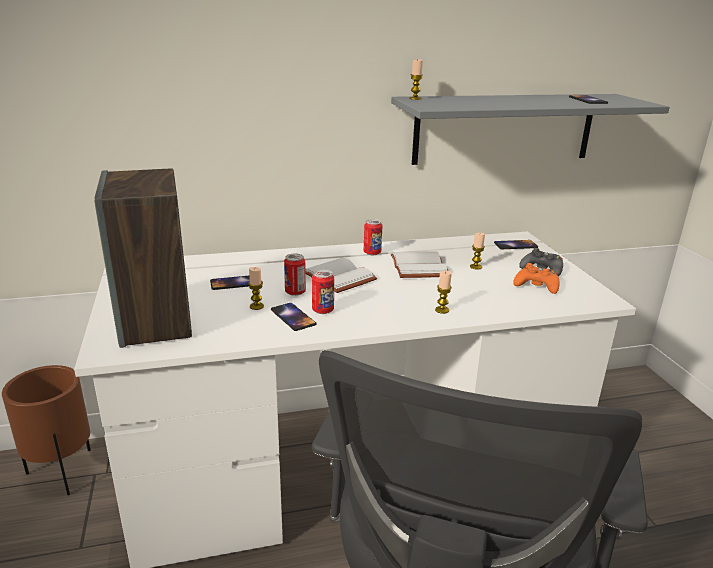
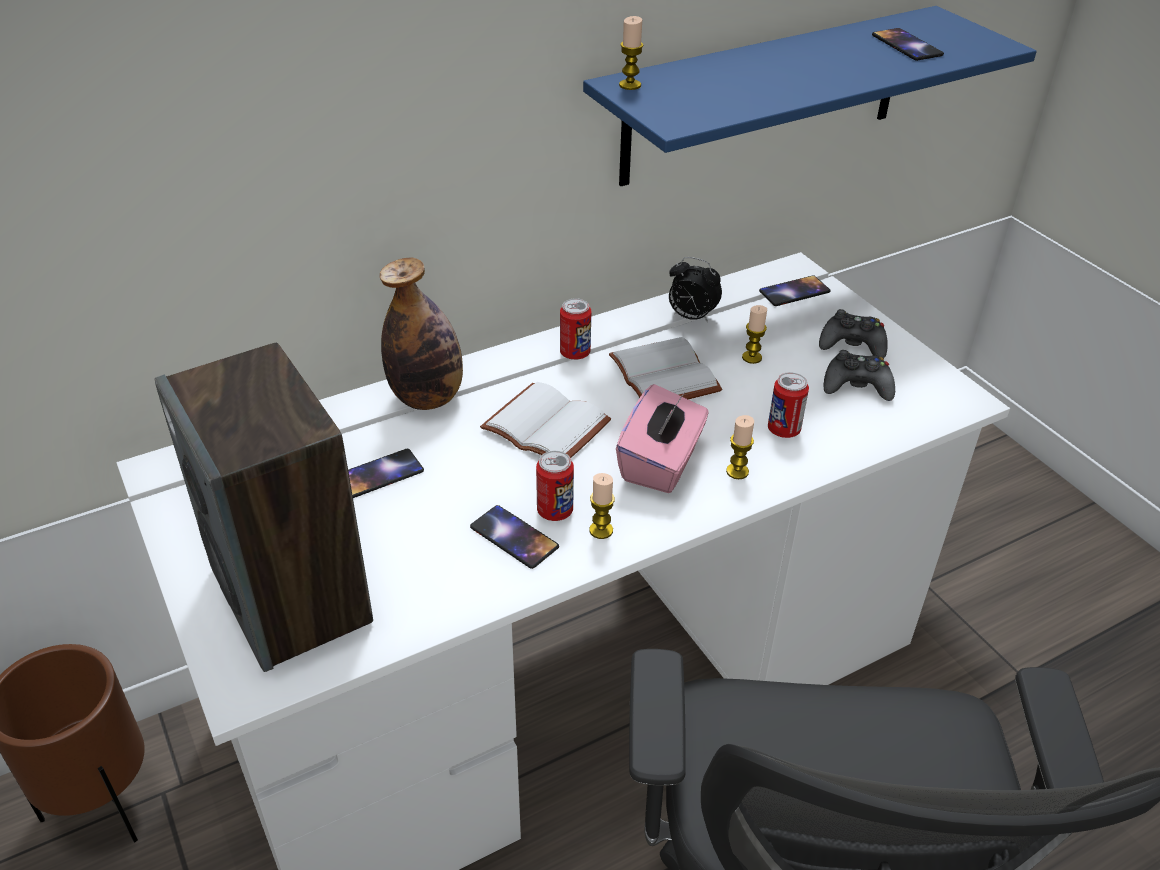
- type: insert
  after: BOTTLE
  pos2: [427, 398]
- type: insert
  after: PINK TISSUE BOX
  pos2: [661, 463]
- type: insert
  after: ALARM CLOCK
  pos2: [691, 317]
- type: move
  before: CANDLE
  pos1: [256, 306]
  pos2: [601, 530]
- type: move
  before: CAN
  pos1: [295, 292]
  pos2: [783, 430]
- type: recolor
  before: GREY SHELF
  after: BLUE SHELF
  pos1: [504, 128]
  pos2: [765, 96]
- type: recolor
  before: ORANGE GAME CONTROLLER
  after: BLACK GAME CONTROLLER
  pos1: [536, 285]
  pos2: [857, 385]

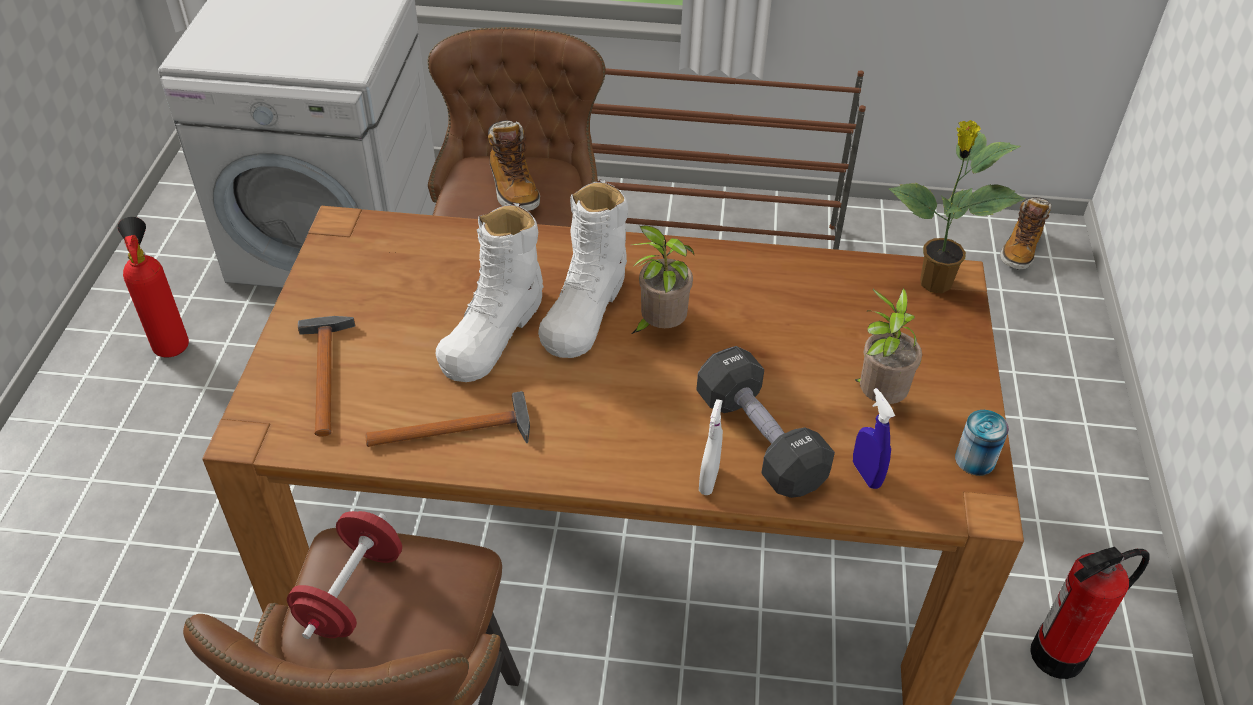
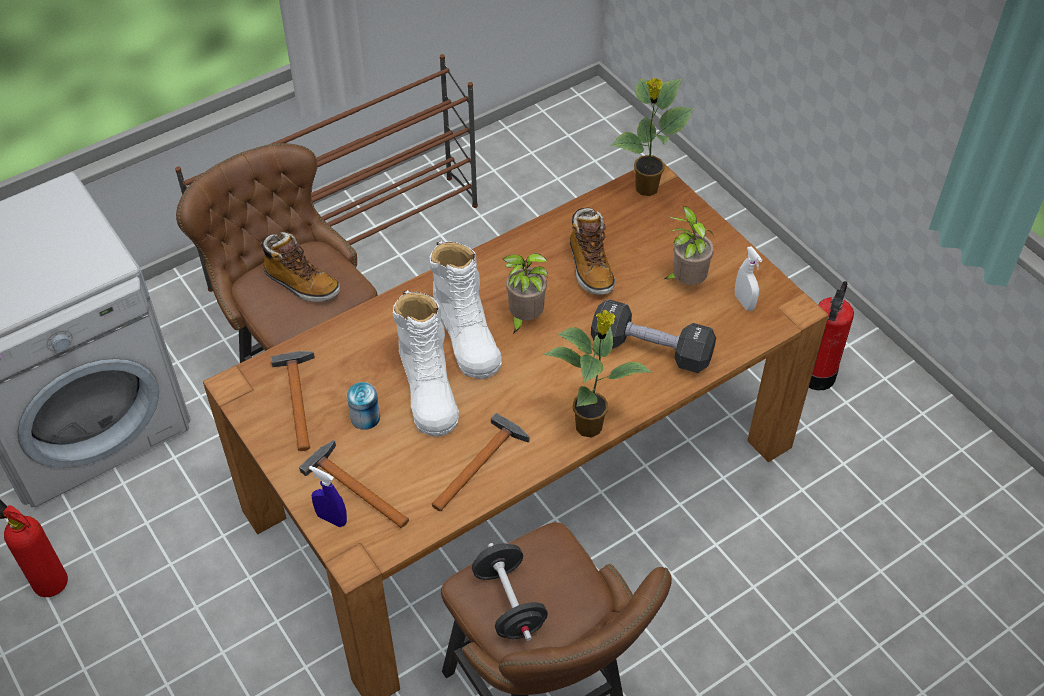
- type: insert
  after: HAMMER
  pos2: [298, 397]
- type: insert
  after: POTTED PLANT
  pos2: [590, 425]
- type: move
  before: WHITE SPRAY BOTTLE
  pos1: [708, 480]
  pos2: [744, 302]
- type: move
  before: BLUE SPRAY BOTTLE
  pos1: [866, 474]
  pos2: [331, 519]
- type: move
  before: CAN
  pos1: [975, 459]
  pos2: [365, 417]
- type: move
  before: BOOT
  pos1: [1020, 249]
  pos2: [590, 267]
- type: recolor
  before: RED DUMBBELL
  after: BLACK DUMBBELL
  pos1: [351, 593]
  pos2: [509, 603]

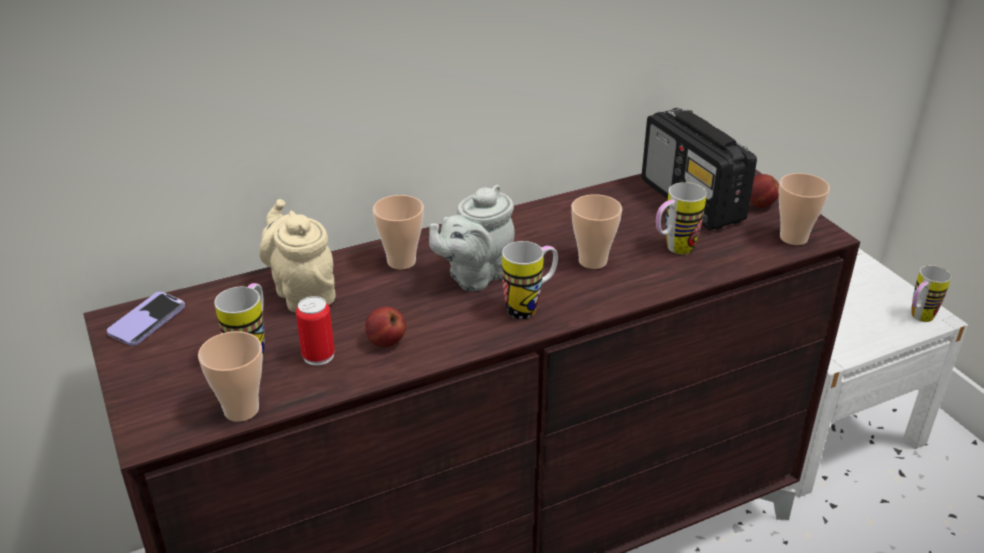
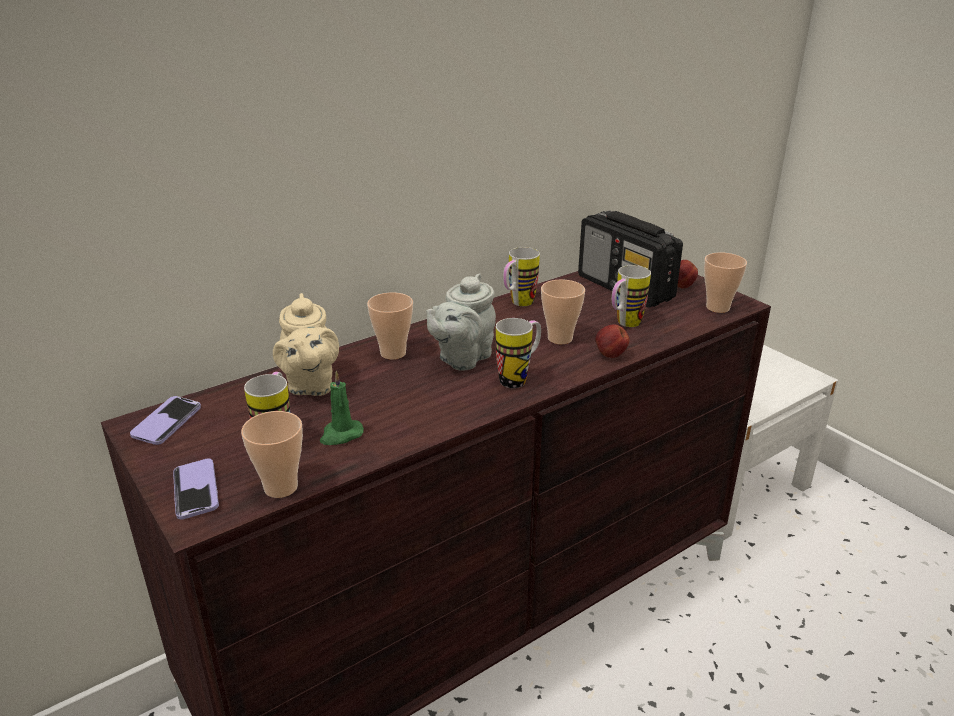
- type: insert
  after: PHONE
  pos2: [196, 490]
- type: move
  before: APPLE
  pos1: [385, 342]
  pos2: [610, 355]
- type: move
  before: MUG
  pos1: [918, 318]
  pos2: [518, 304]
- type: replace
  before: CAN
  after: GREEN CANDLE
  pos1: [318, 355]
  pos2: [340, 435]
- type: rotate
  before: BEIGE TEAPOT
  pos1: [303, 292]
  pos2: [310, 385]
  turn: -150

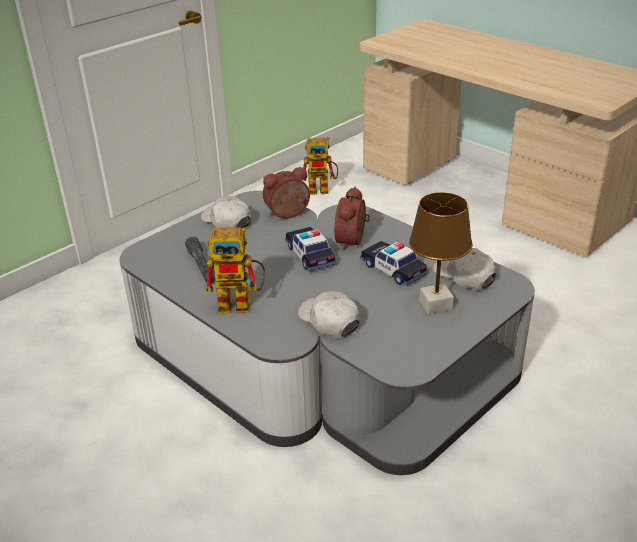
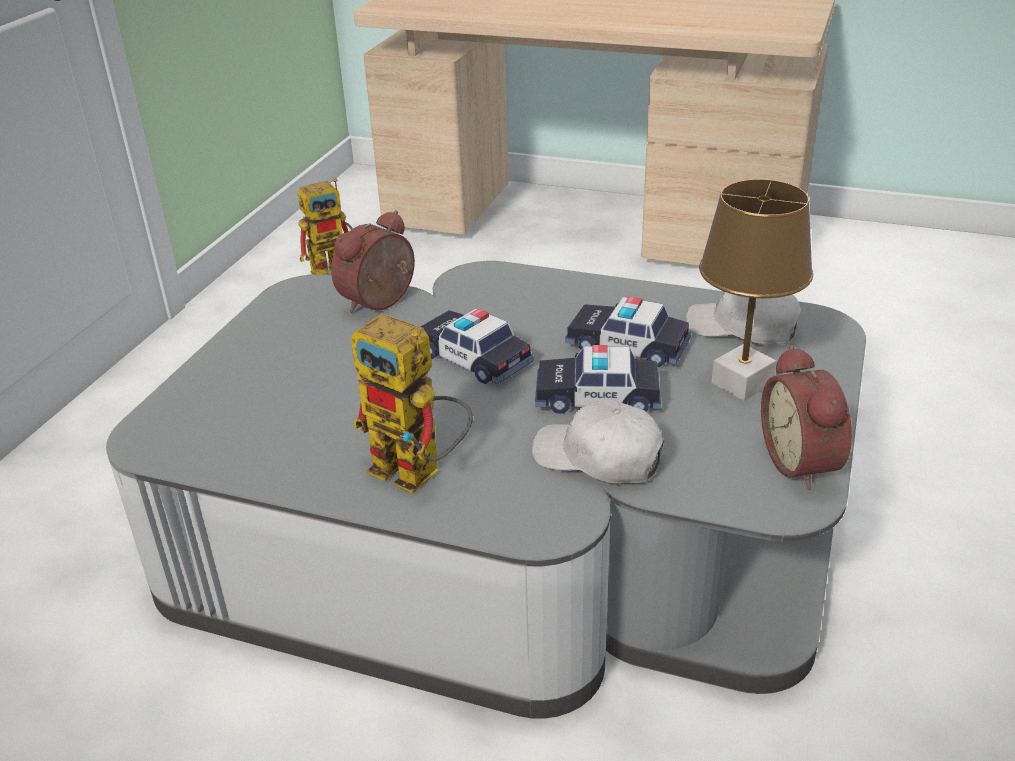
- type: delete
  before: GREY FLASHLIGHT
  pos1: [201, 267]
- type: delete
  before: WHITE CAP
  pos1: [226, 221]
- type: insert
  after: TOY CAR
  pos2: [597, 397]
- type: move
  before: ALARM CLOCK
  pos1: [353, 241]
  pos2: [804, 462]
- type: rotate
  before: TOY ROBOT
  pos1: [242, 303]
  pos2: [419, 473]
  turn: 60

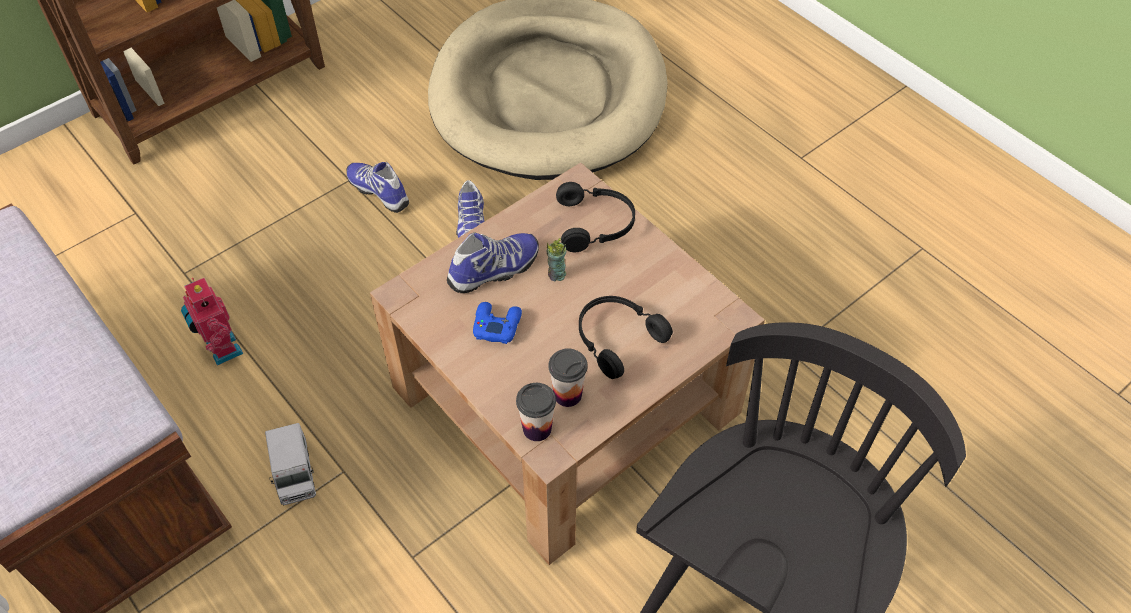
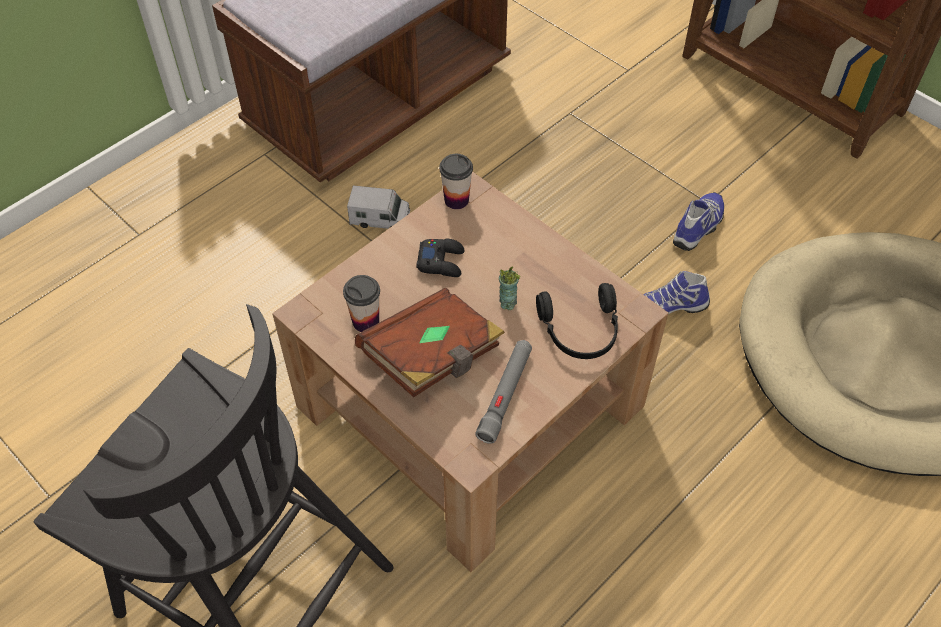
- type: delete
  before: TOY ROBOT
  pos1: [222, 349]
- type: delete
  before: SHOE
  pos1: [495, 271]
- type: insert
  after: GREY FLASHLIGHT
  pos2: [505, 394]
- type: move
  before: CUP
  pos1: [537, 428]
  pos2: [456, 200]
- type: replace
  before: BLACK HEADPHONES
  after: BROWN BOOK
  pos1: [616, 338]
  pos2: [433, 356]
- type: recolor
  before: BLUE GAME CONTROLLER
  after: BLACK GAME CONTROLLER
  pos1: [496, 325]
  pos2: [441, 261]
- type: rotate
  before: TOY TRUCK
  pos1: [294, 473]
  pos2: [380, 219]
  turn: -150

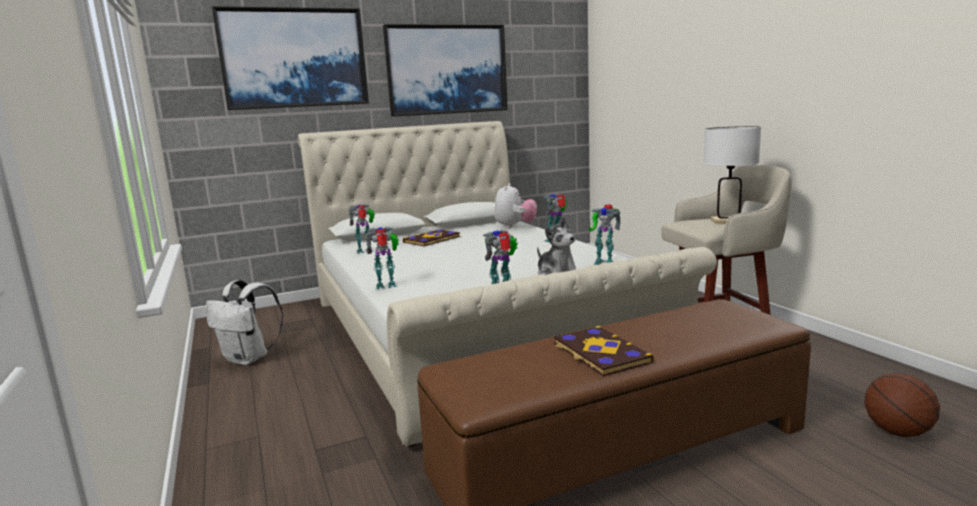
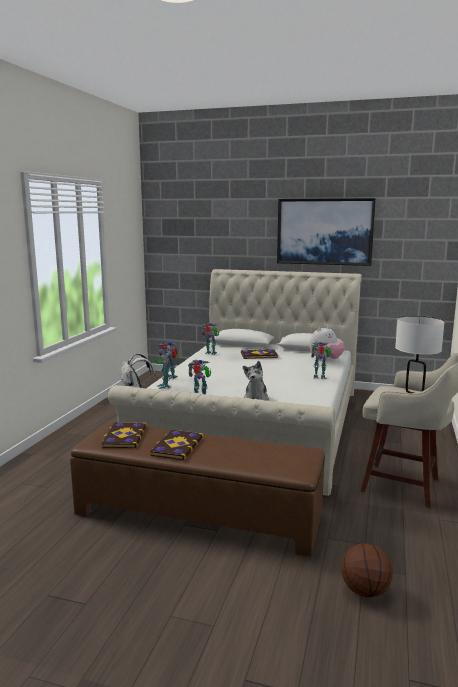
- type: delete
  before: PICTURE
  pos1: [294, 58]
- type: insert
  after: BOOK
  pos2: [124, 437]
- type: move
  before: TOY ROBOT
  pos1: [603, 262]
  pos2: [165, 386]

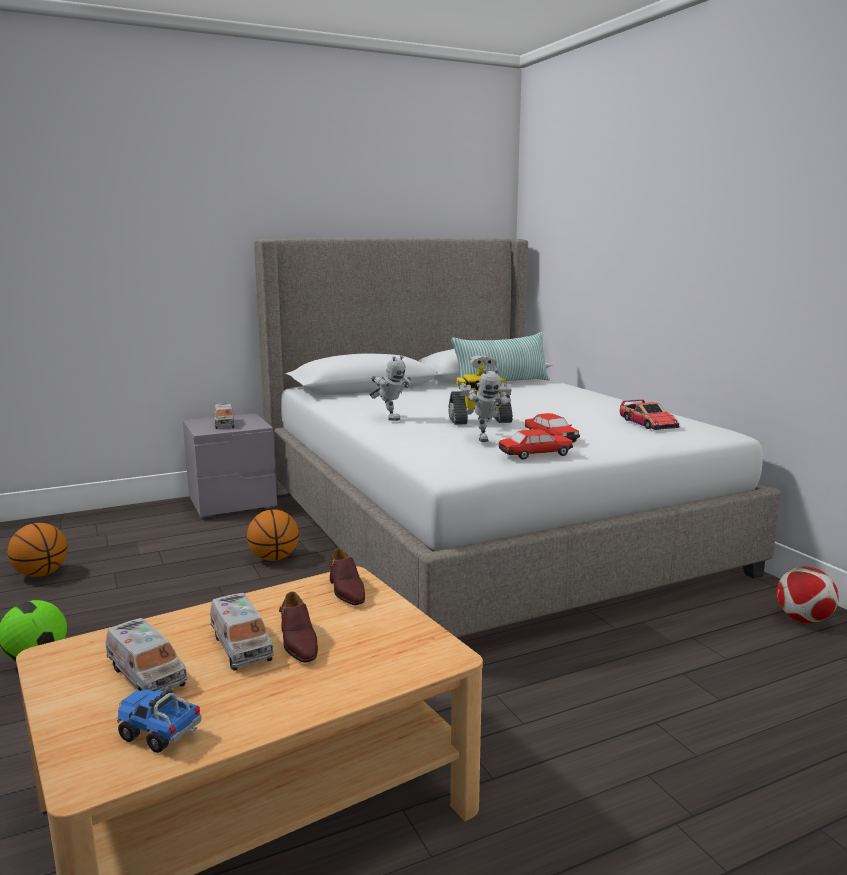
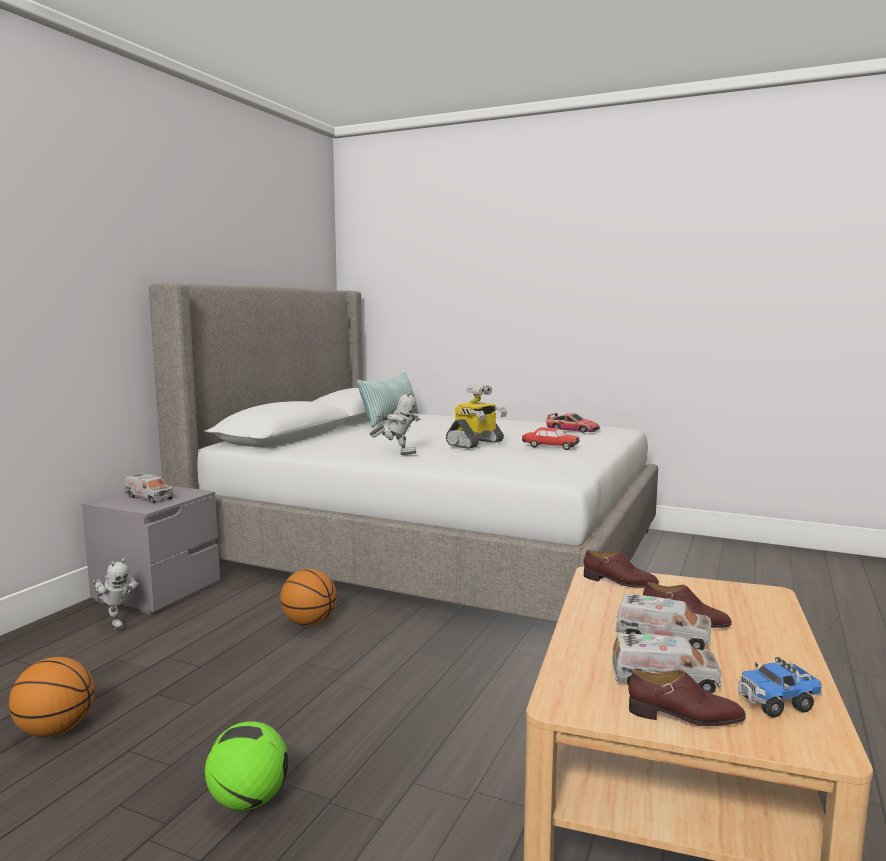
- type: delete
  before: TOY CAR
  pos1: [535, 454]
- type: delete
  before: FOOTBALL
  pos1: [803, 619]
- type: insert
  after: BROWN SHOE
  pos2: [685, 716]
- type: move
  before: TOY ROBOT
  pos1: [485, 438]
  pos2: [116, 622]

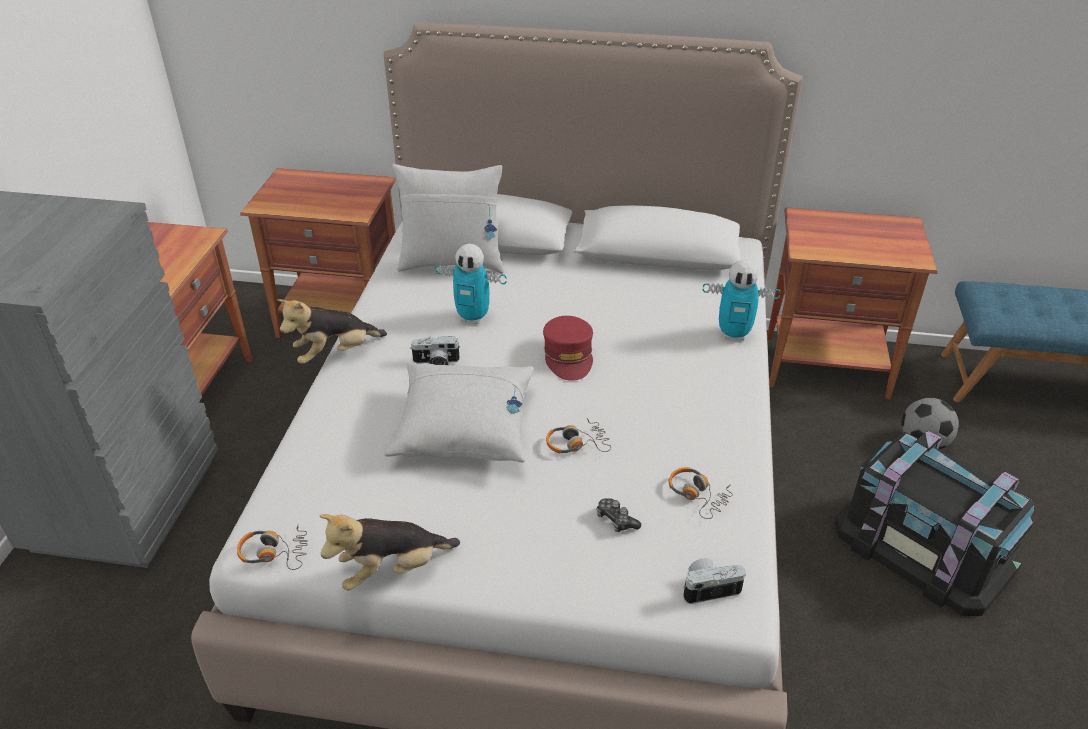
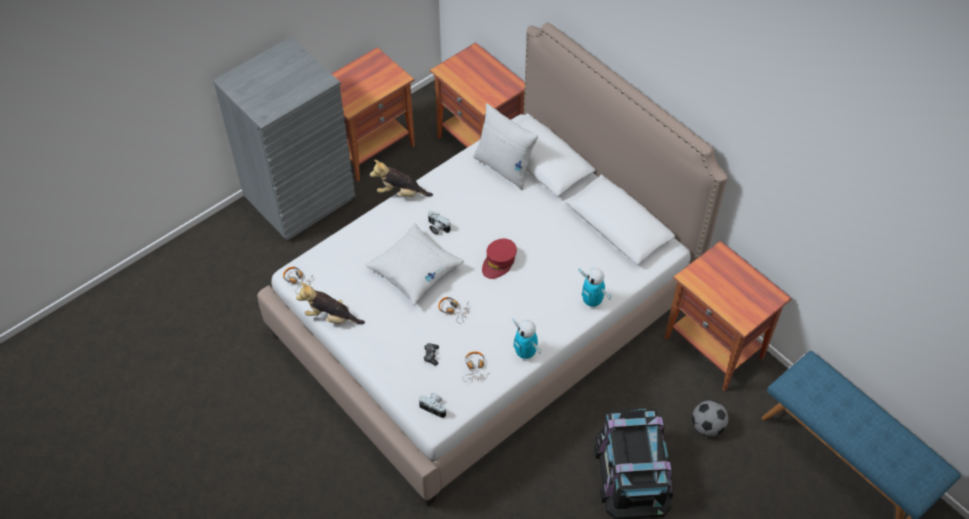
- type: move
  before: TOY ROBOT
  pos1: [473, 317]
  pos2: [525, 353]

